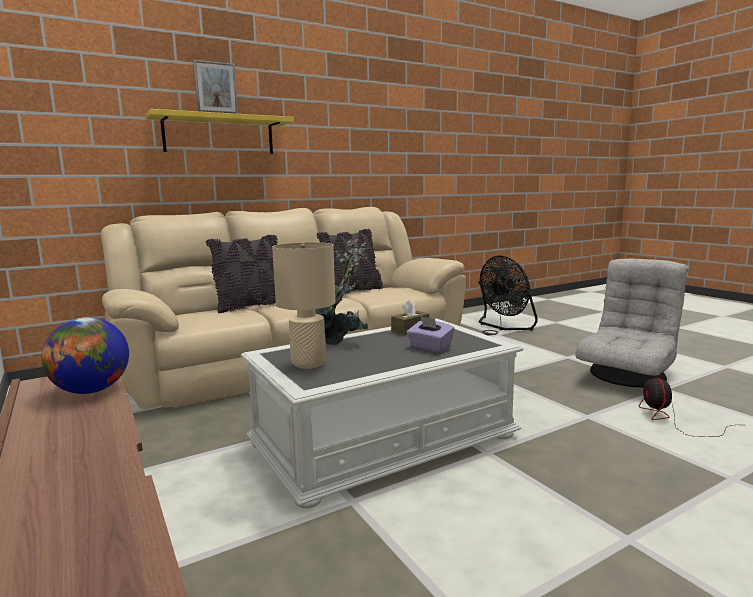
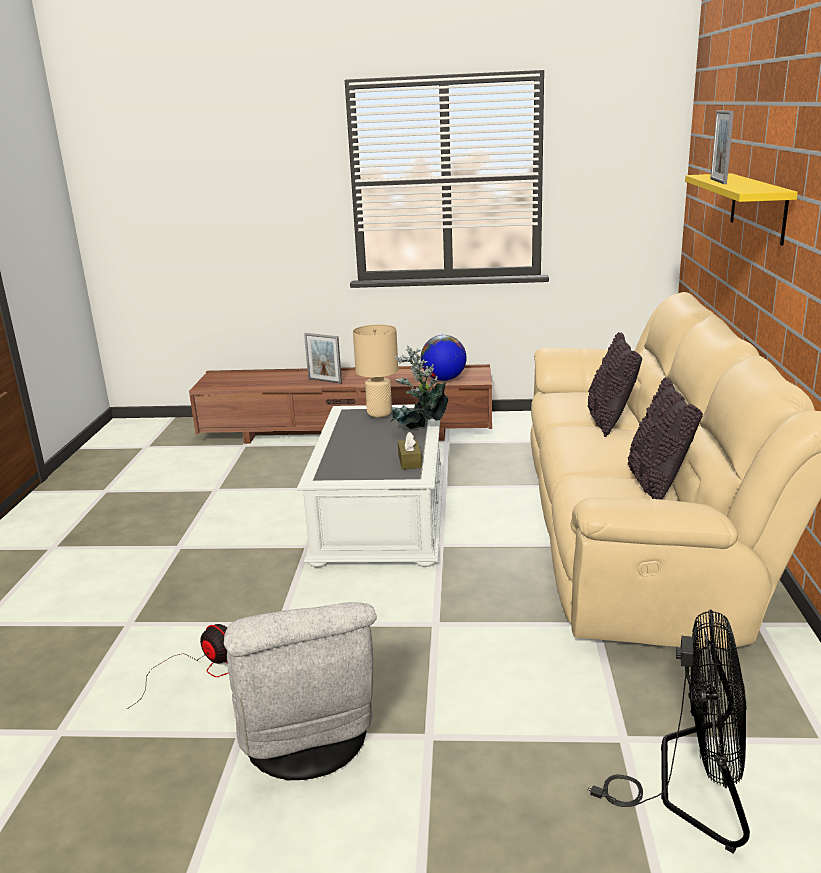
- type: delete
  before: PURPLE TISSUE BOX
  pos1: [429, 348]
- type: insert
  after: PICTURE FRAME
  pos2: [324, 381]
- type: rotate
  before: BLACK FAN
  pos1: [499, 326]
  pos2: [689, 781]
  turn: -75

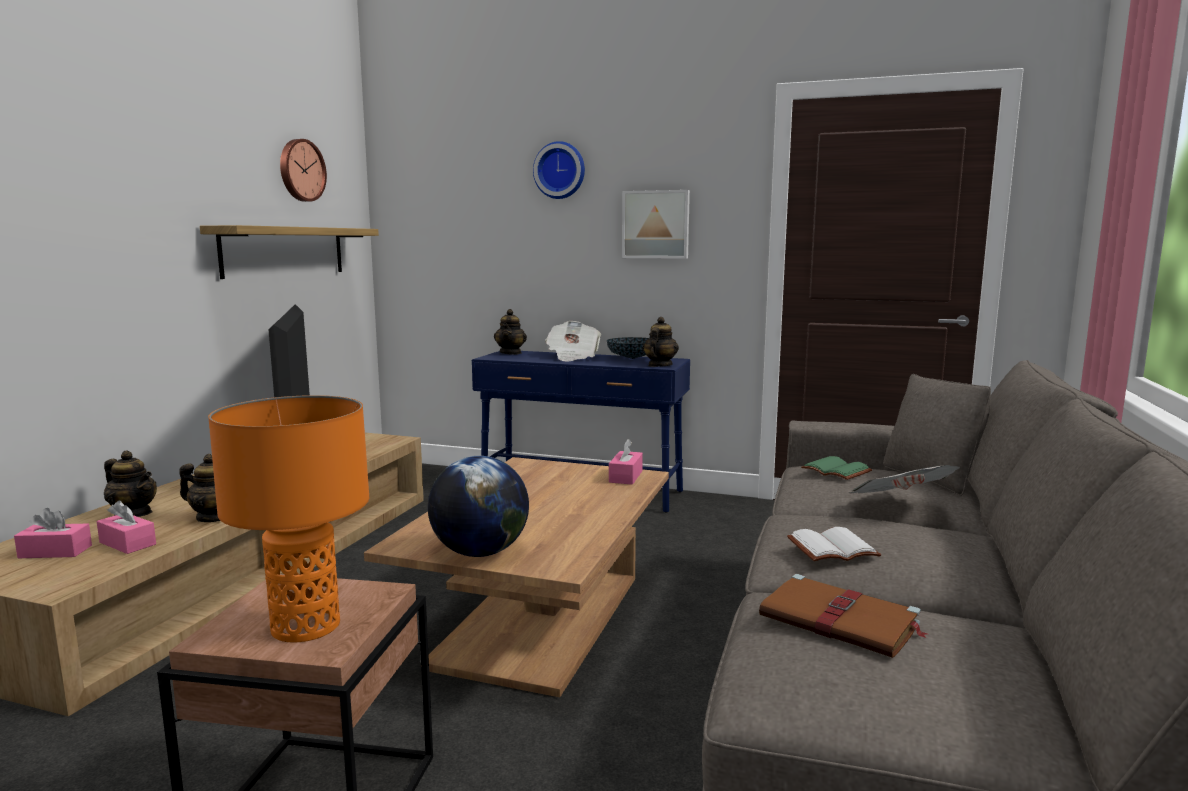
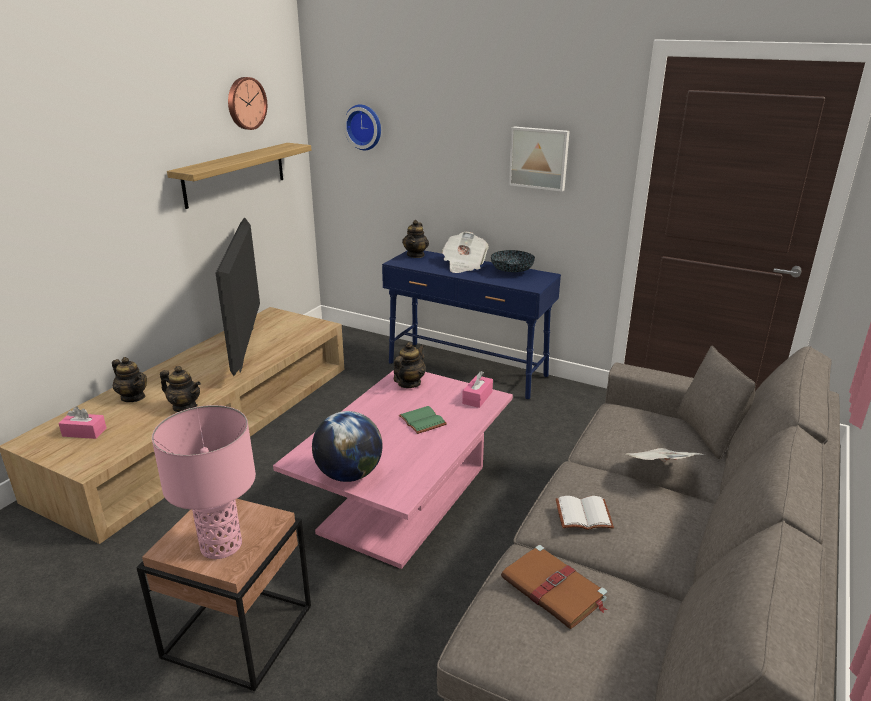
- type: delete
  before: PINK TISSUE BOX
  pos1: [127, 543]
- type: move
  before: WALL CLOCK
  pos1: [560, 170]
  pos2: [364, 127]
- type: move
  before: TEAPOT
  pos1: [659, 365]
  pos2: [409, 383]
- type: move
  before: GREEN BOOK
  pos1: [838, 470]
  pos2: [424, 421]
- type: recolor
  before: ORANGE TABLE LAMP
  after: PINK TABLE LAMP
  pos1: [304, 627]
  pos2: [220, 545]
- type: recolor
  before: BROWN COFFEE TABLE
  after: PINK COFFEE TABLE
  pos1: [540, 619]
  pos2: [404, 499]

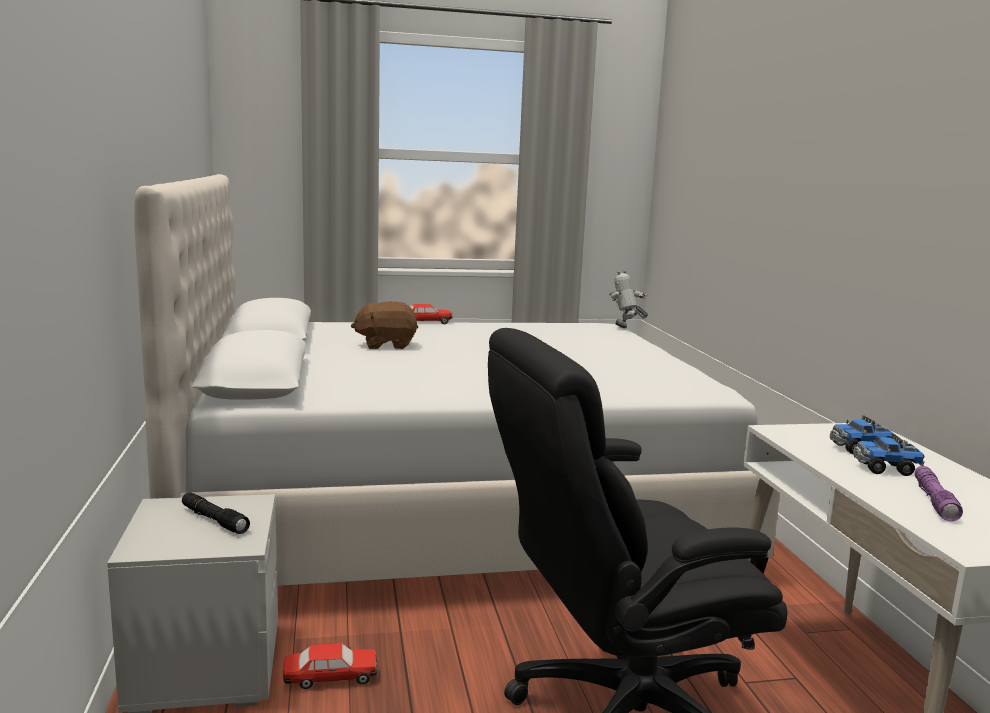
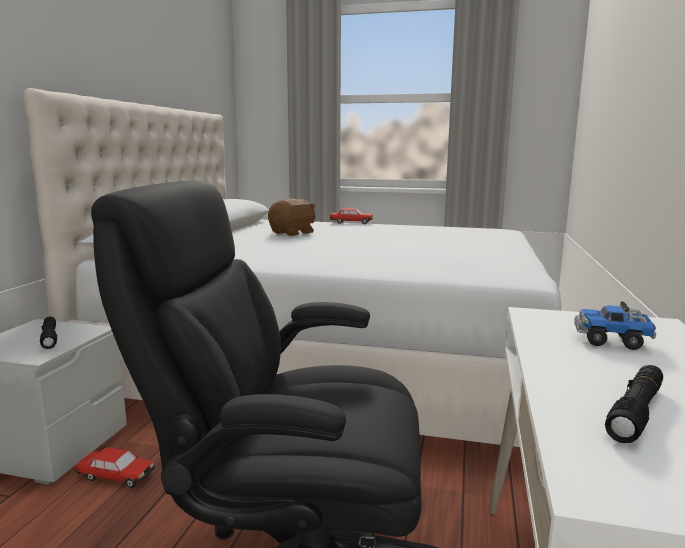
- type: delete
  before: TOY ROBOT
  pos1: [625, 329]
- type: delete
  before: TOY TRUCK
  pos1: [886, 469]
- type: recolor
  before: PURPLE FLASHLIGHT
  after: BLACK FLASHLIGHT
  pos1: [934, 501]
  pos2: [636, 412]
- type: rotate
  before: BROWN PLUSH TOY
  pos1: [386, 345]
  pos2: [293, 233]
  turn: 120

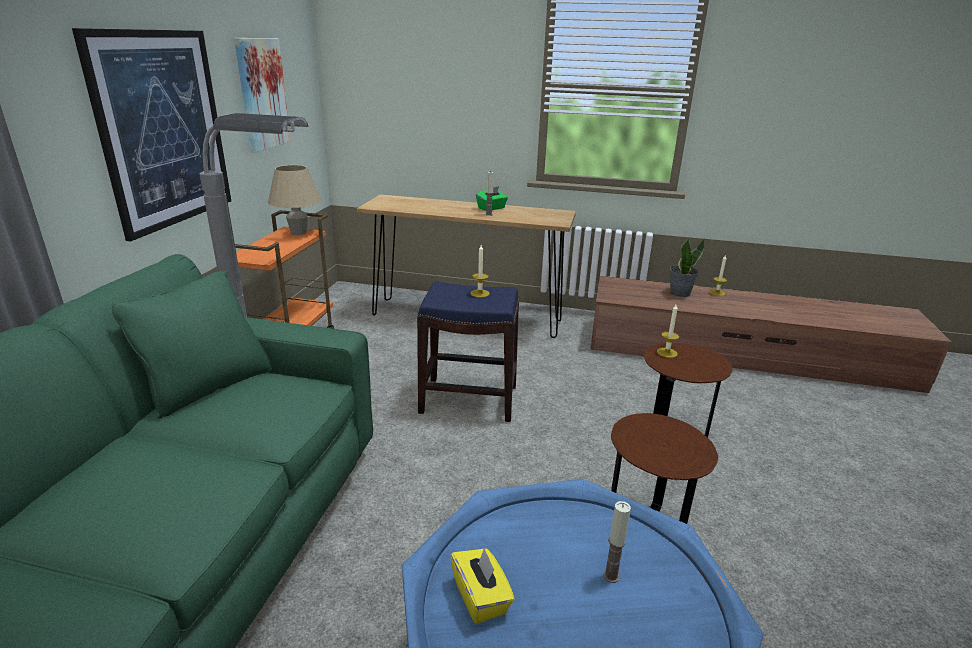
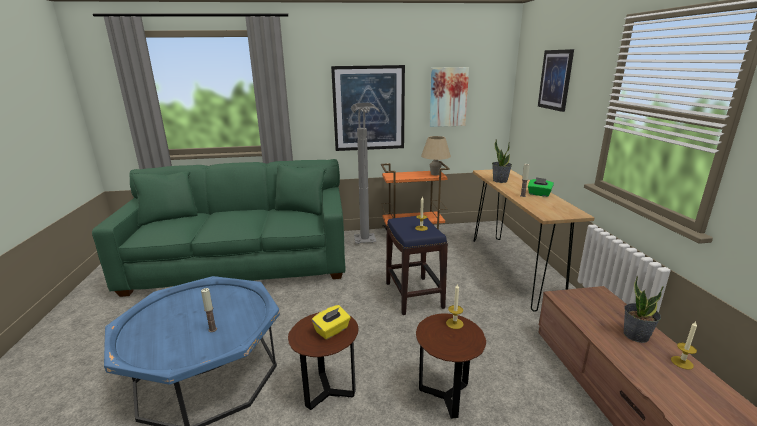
- type: insert
  after: POTTED PLANT
  pos2: [500, 180]
- type: insert
  after: PICTURE
  pos2: [555, 80]
- type: move
  before: YELLOW TISSUE BOX
  pos1: [481, 597]
  pos2: [332, 330]

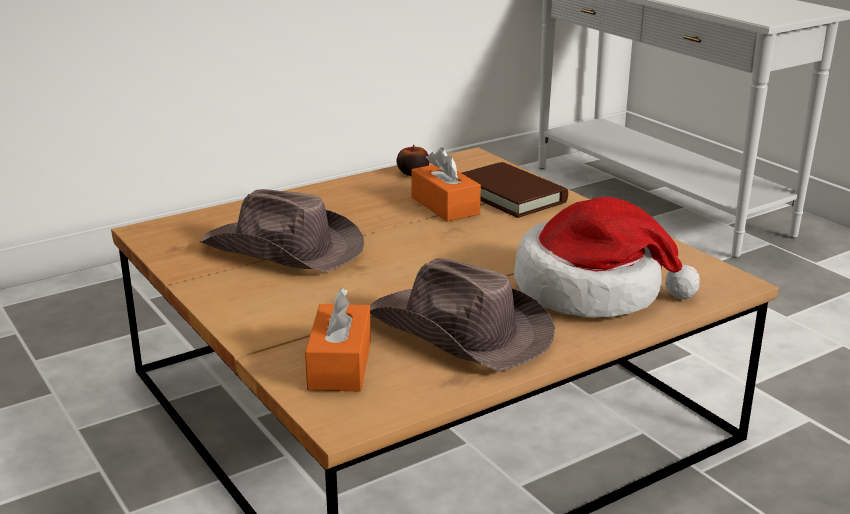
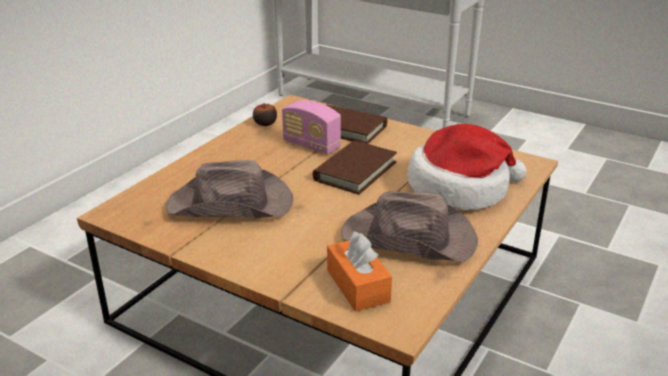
- type: insert
  after: BROWN BOOK
  pos2: [355, 171]
- type: replace
  before: ORANGE TISSUE BOX
  after: RADIO
  pos1: [445, 206]
  pos2: [311, 145]

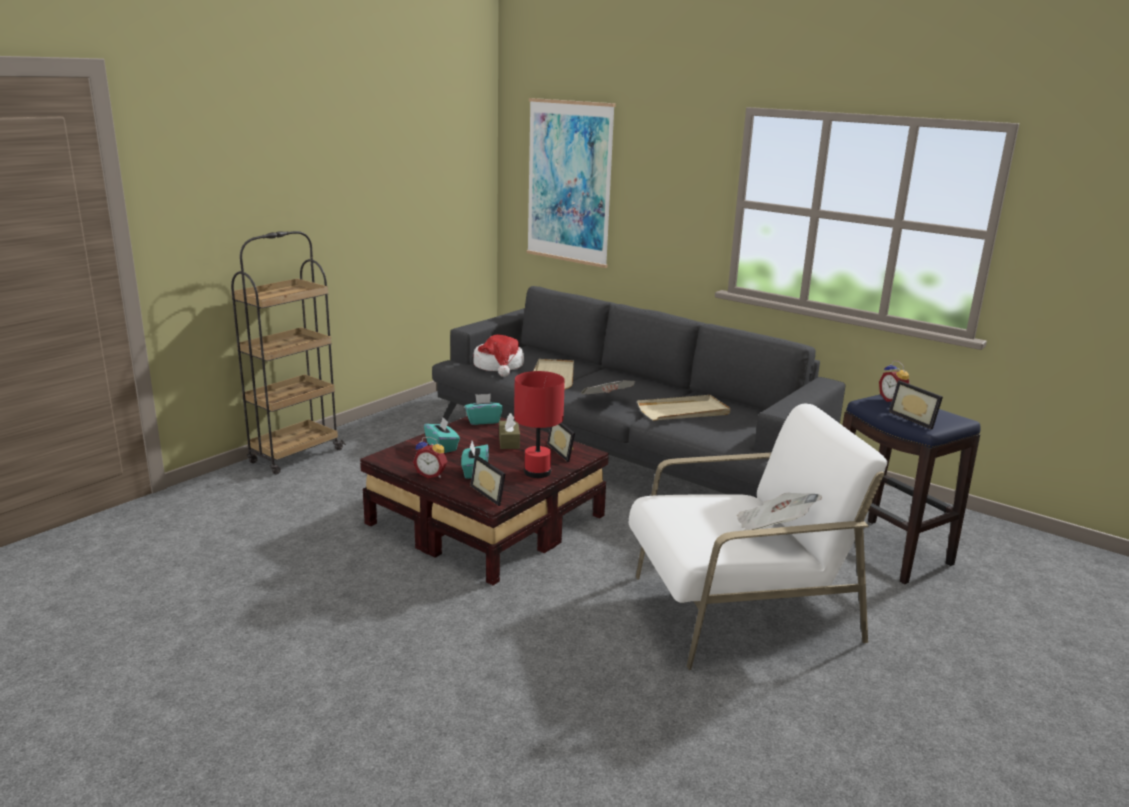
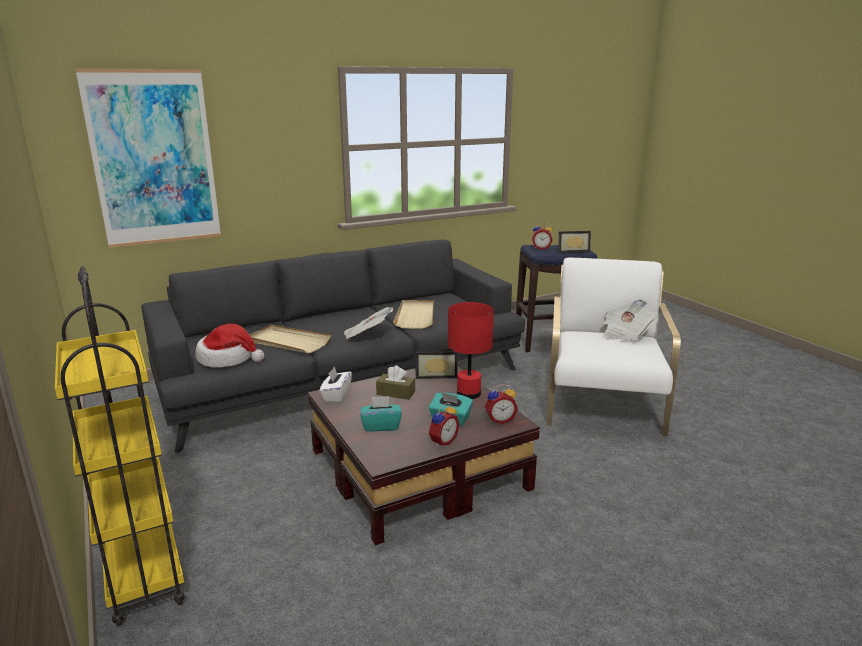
- type: replace
  before: PICTURE FRAME
  after: ALARM CLOCK
  pos1: [492, 493]
  pos2: [499, 420]
- type: recolor
  before: BROWN CART
  after: YELLOW CART
  pos1: [295, 456]
  pos2: [143, 578]
- type: recolor
  before: TURQUOISE TISSUE BOX
  after: WHITE TISSUE BOX
  pos1: [483, 421]
  pos2: [336, 396]

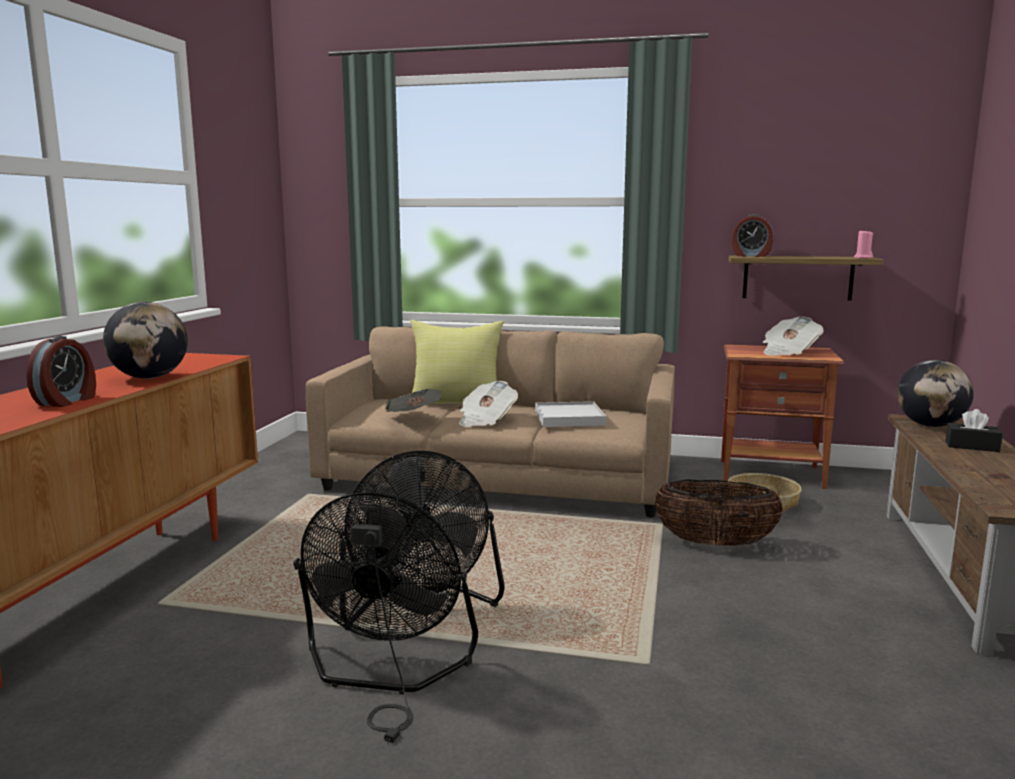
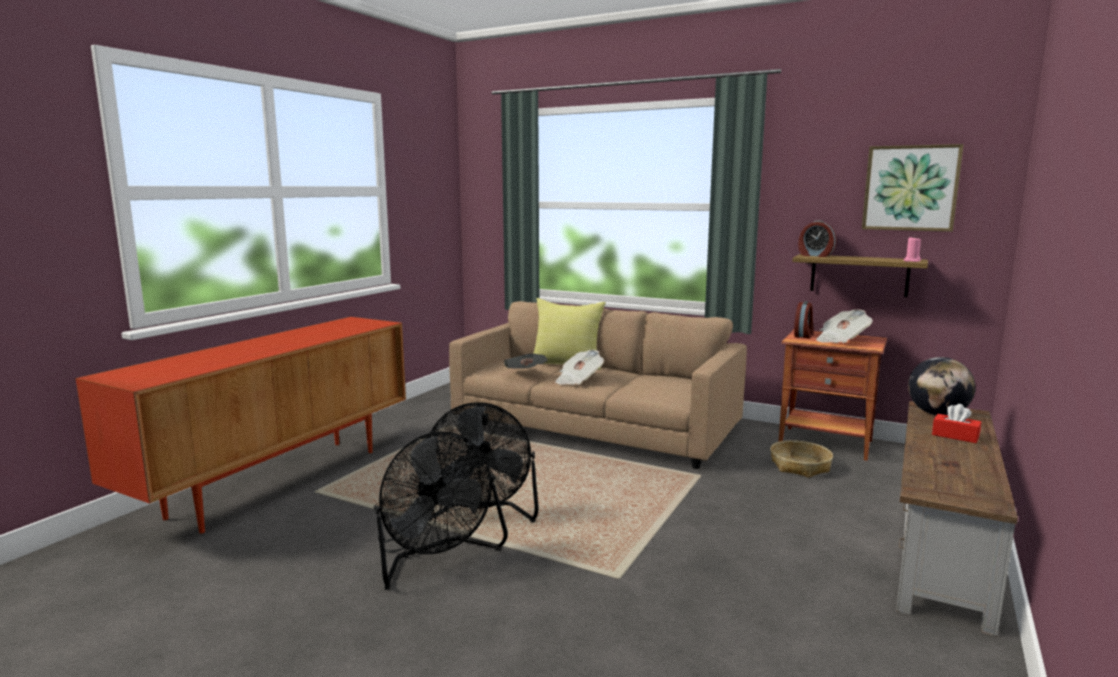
- type: delete
  before: GLOBE
  pos1: [150, 377]
- type: delete
  before: WHITE TRAY
  pos1: [569, 418]
- type: delete
  before: BASKET
  pos1: [715, 543]
- type: insert
  after: PICTURE
  pos2: [910, 188]
- type: move
  before: ALARM CLOCK
  pos1: [67, 401]
  pos2: [804, 335]
- type: recolor
  before: BLACK TISSUE BOX
  after: RED TISSUE BOX
  pos1: [972, 446]
  pos2: [955, 436]
- type: rotate
  before: BLACK FAN
  pos1: [383, 675]
  pos2: [431, 558]
  turn: 120

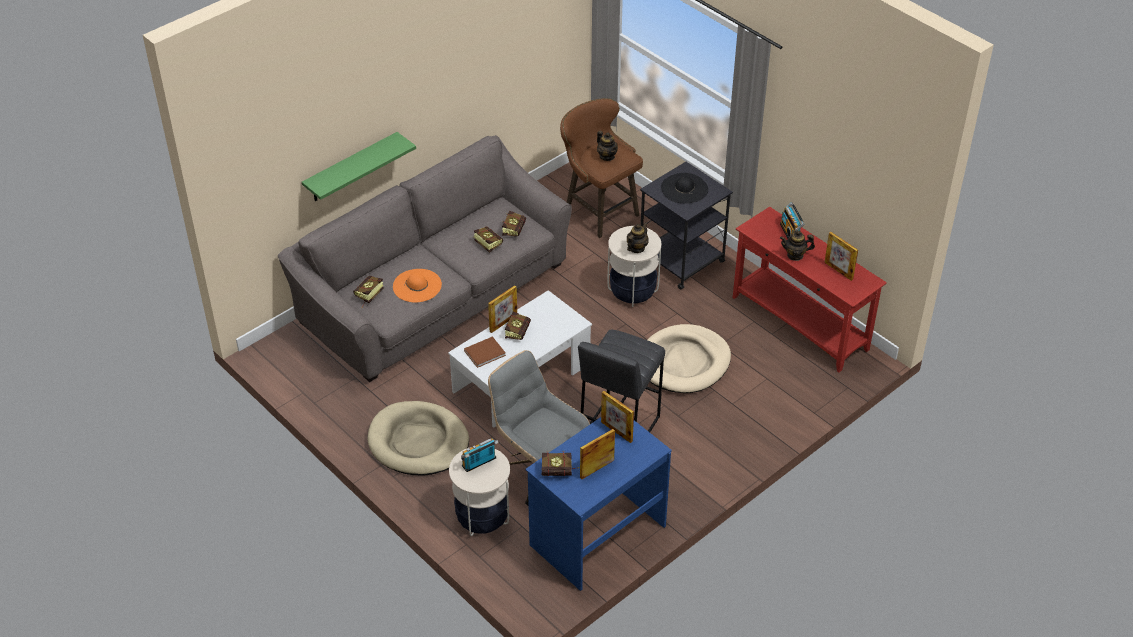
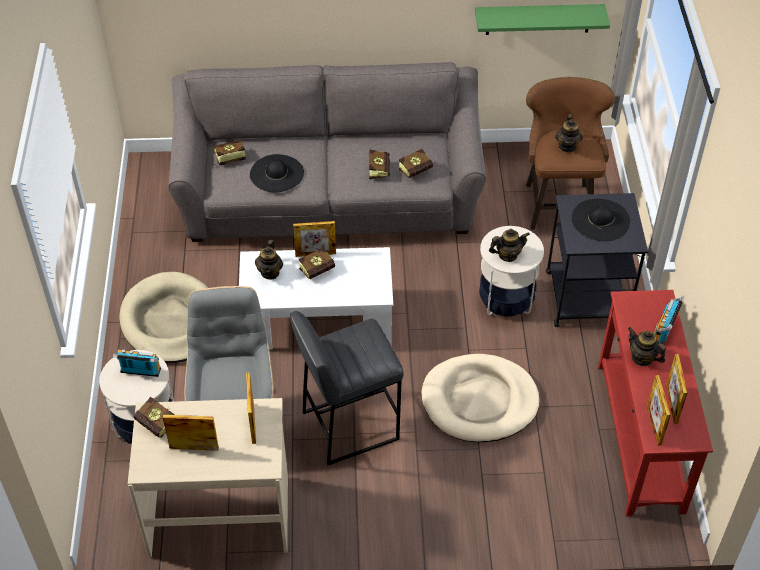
- type: insert
  after: PICTURE FRAME
  pos2: [654, 425]
- type: move
  before: GREEN SHELF
  pos1: [351, 168]
  pos2: [538, 19]
- type: replace
  before: BROWN BOOK
  after: TEAPOT
  pos1: [486, 353]
  pos2: [270, 272]
- type: recolor
  before: ORANGE HAT
  after: BLACK HAT
  pos1: [417, 285]
  pos2: [277, 173]
- type: recolor
  before: BLUE DESK
  after: BEIGE DESK
  pos1: [597, 534]
  pos2: [220, 514]

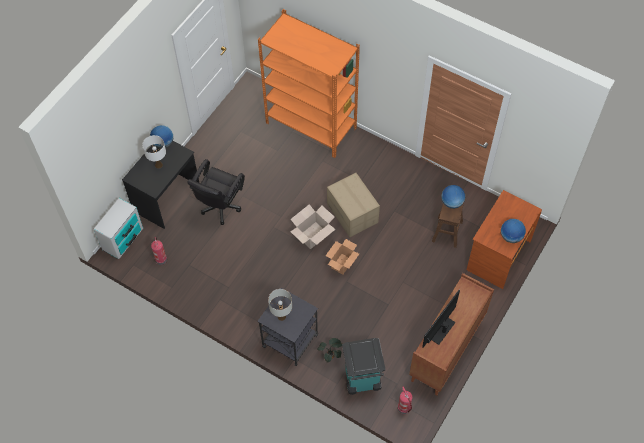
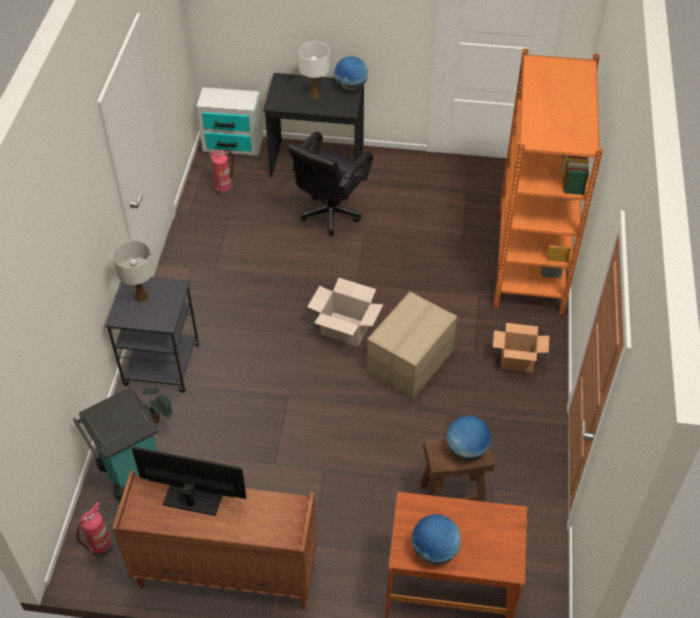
- type: move
  before: CARDBOARD BOX
  pos1: [342, 264]
  pos2: [516, 361]
- type: rotate
  before: BLACK OFFICE CHAIR
  pos1: [220, 209]
  pos2: [329, 217]
  turn: -60

